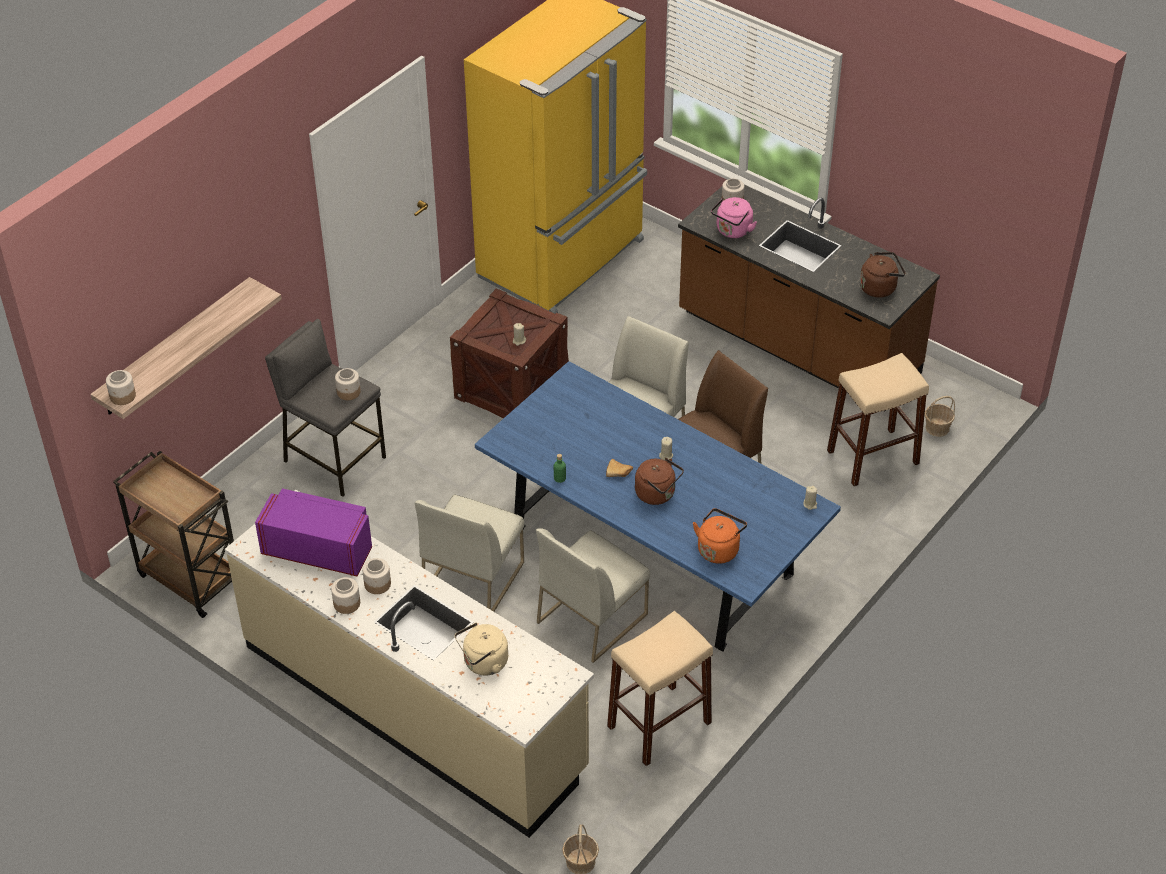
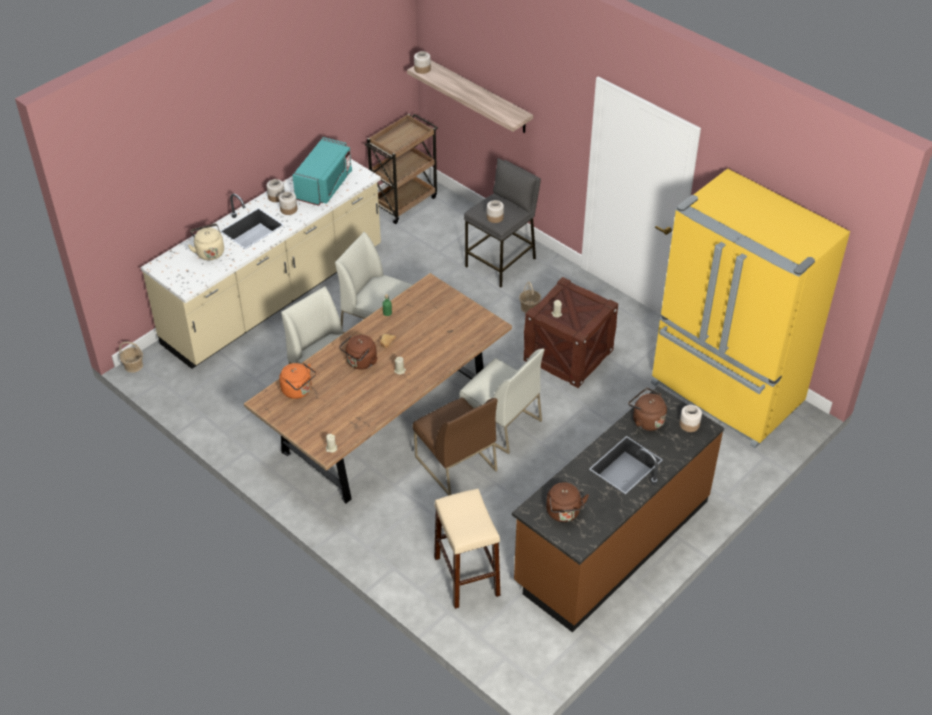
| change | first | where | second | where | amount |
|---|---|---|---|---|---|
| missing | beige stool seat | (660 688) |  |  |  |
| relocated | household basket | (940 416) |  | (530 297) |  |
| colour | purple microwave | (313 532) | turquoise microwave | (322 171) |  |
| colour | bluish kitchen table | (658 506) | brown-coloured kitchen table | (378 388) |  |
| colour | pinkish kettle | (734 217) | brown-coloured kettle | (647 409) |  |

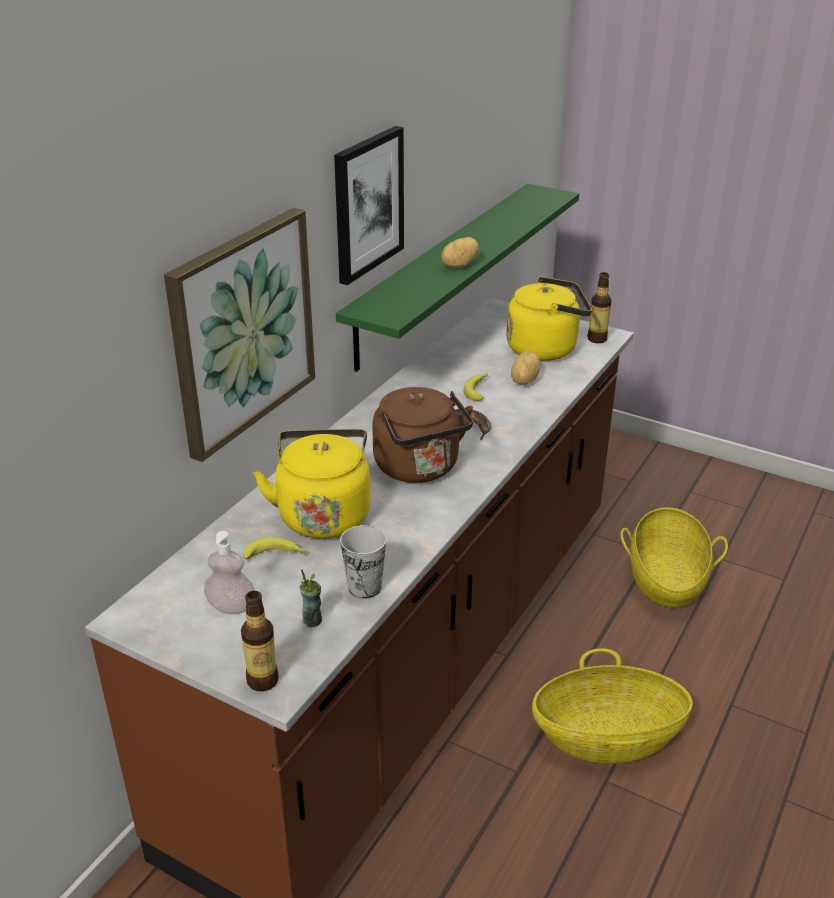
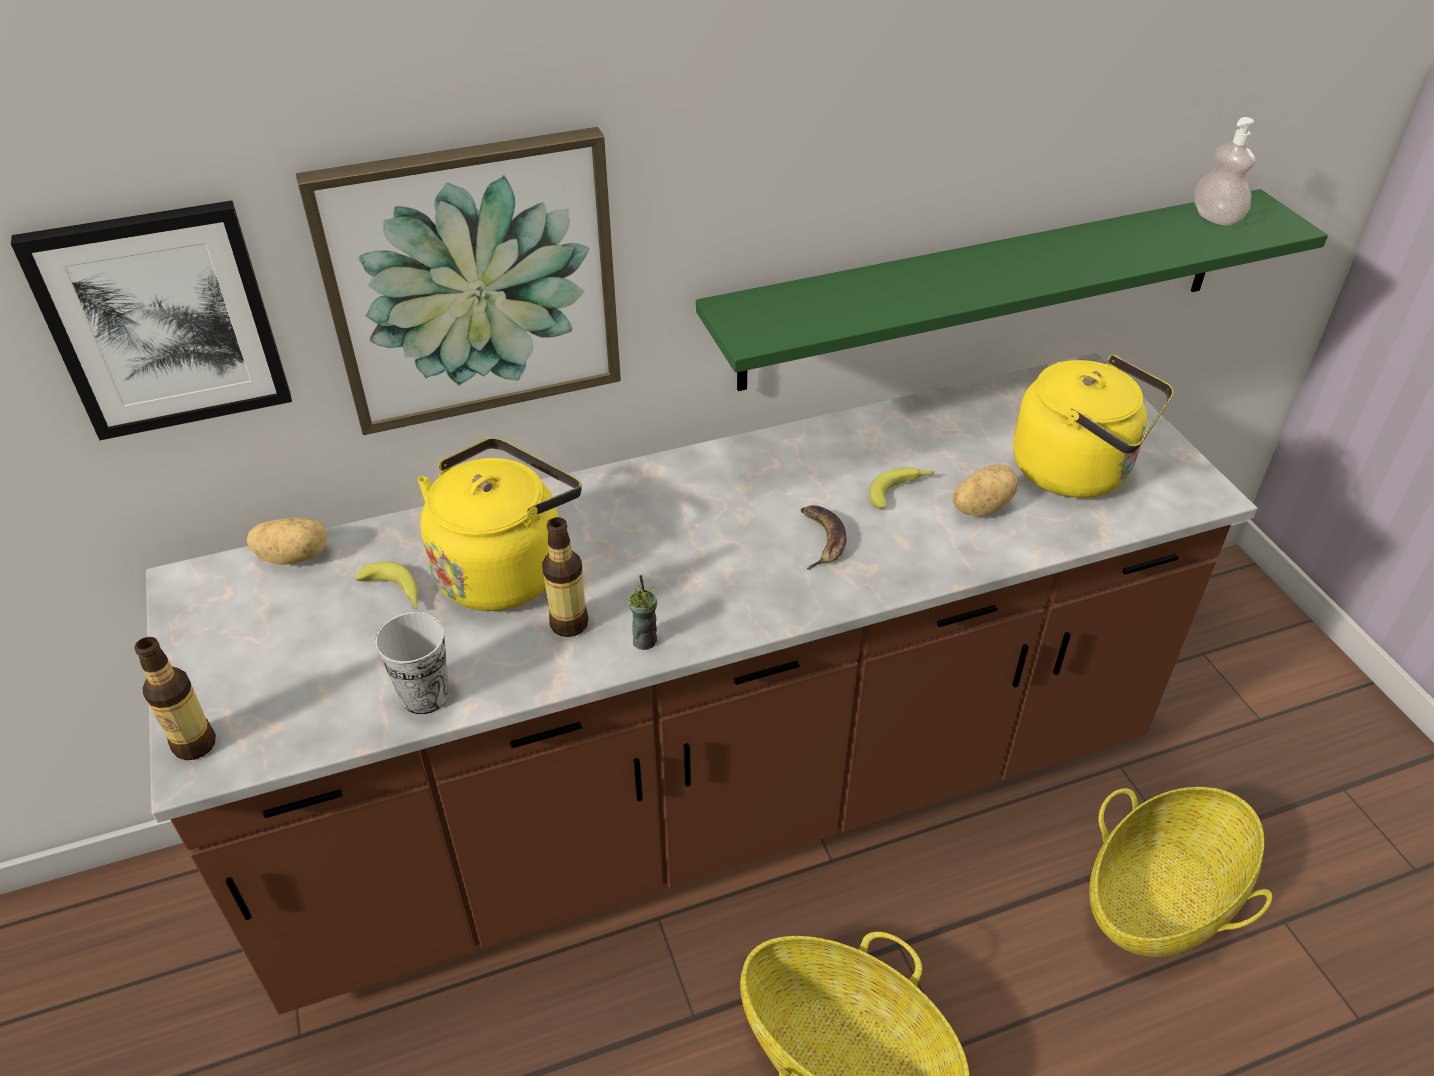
| change | first | where | second | where | amount |
|---|---|---|---|---|---|
| missing | brown-coloured kettle | (422 435) |  |  |  |
| relocated | soap bottle | (229 572) |  | (1225 171) |  |
| relocated | drinking cup | (311 598) |  | (642 612) |  |
| relocated | picture | (369 205) |  | (151 320) |  |
| relocated | spud | (460 252) |  | (287 541) |  |
| relocated | bottle | (599 307) |  | (565 577) |  |

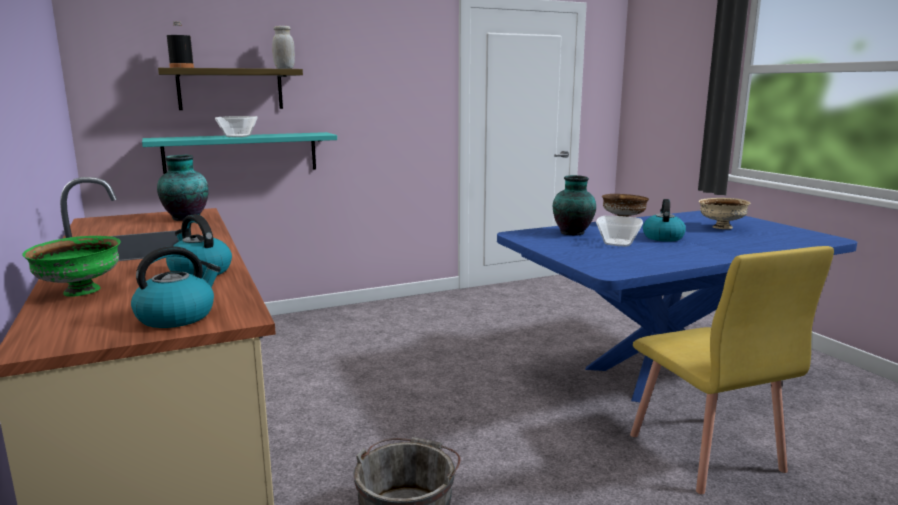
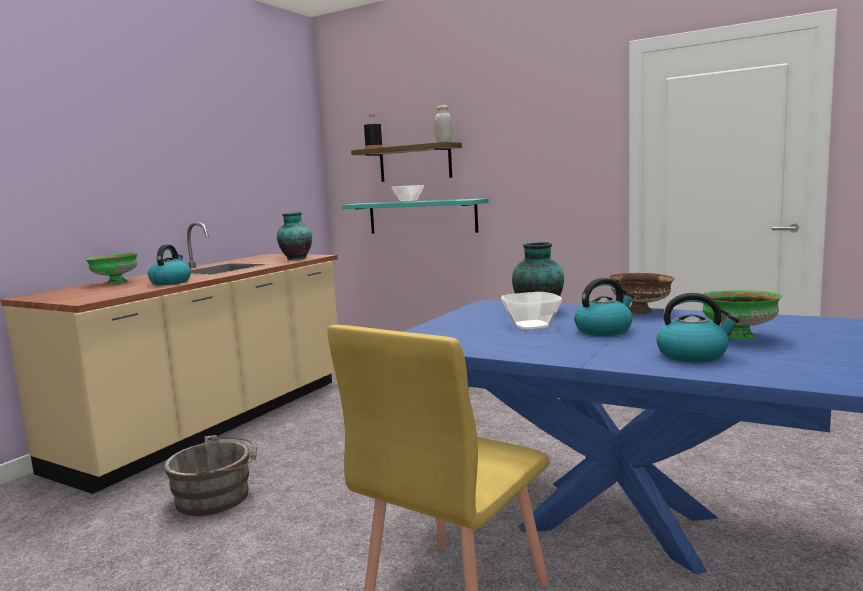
| change | first | where | second | where | amount |
|---|---|---|---|---|---|
| relocated | kettle | (176 287) |  | (698 328) |  |
| colour | beige serving bowl | (724 213) | green serving bowl | (742 315) |  |

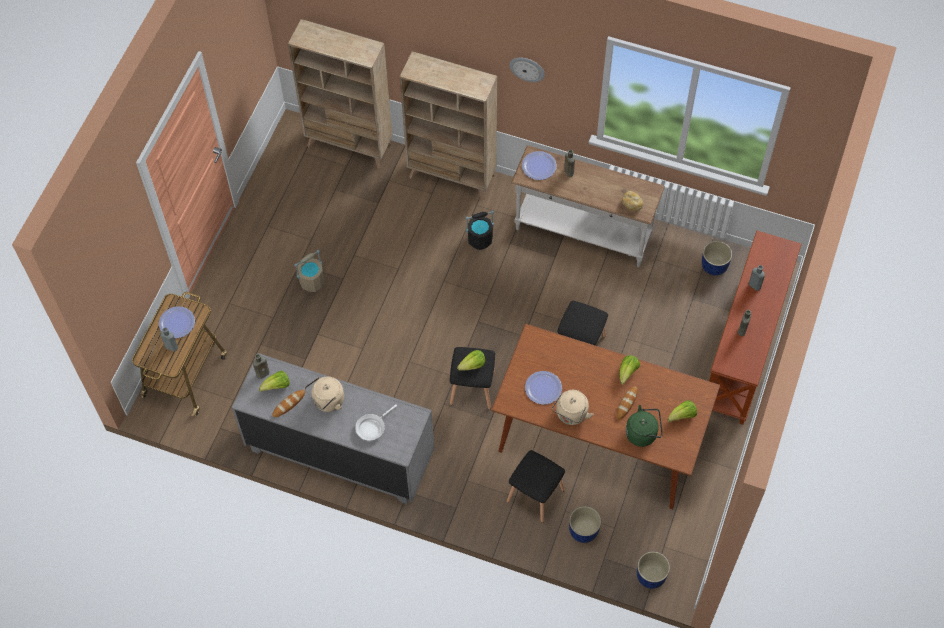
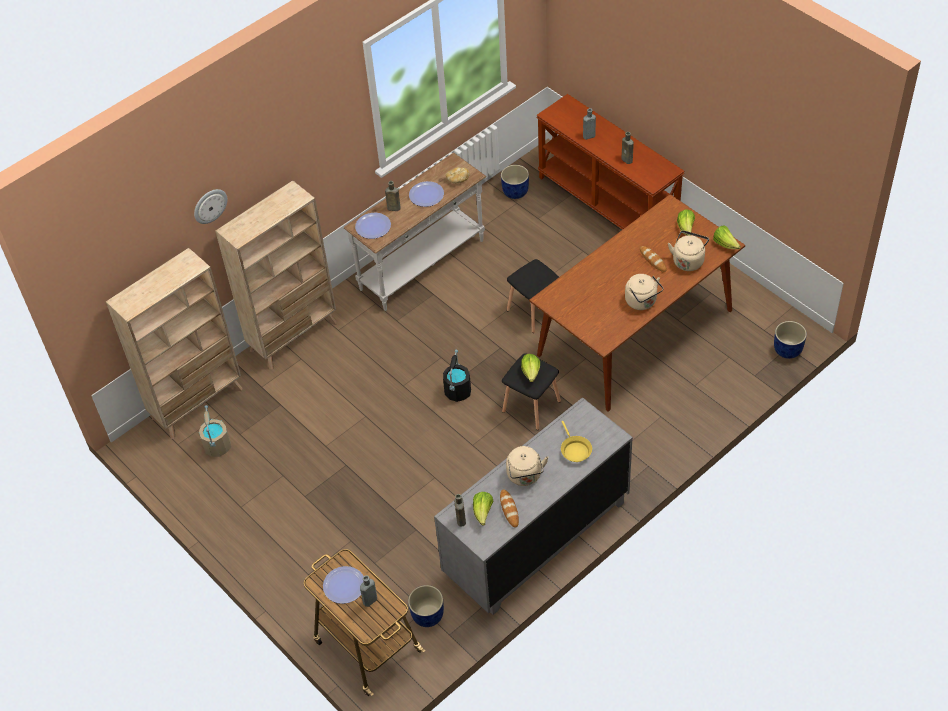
| change | first | where | second | where | amount |
|---|---|---|---|---|---|
| missing | black stool seat | (536 486) |  |  |  |
| relocated | beige water bucket | (309 271) |  | (215 431) |  |
| relocated | black water bucket | (479 230) |  | (457 376) |  |
| relocated | hanging clock | (527 70) |  | (210 206) |  |
| relocated | plate | (543 388) |  | (426 194) |  |
| relocated | bluish flower pot | (585 524) |  | (426 606) |  |
| relocated | head of lettuce | (629 370) |  | (727 237) |  |
| colour | white pan | (376 422) | yellow-coloured pan | (576 441) |  |
| colour | green kettle | (644 426) | beige kettle | (688 250) |  |

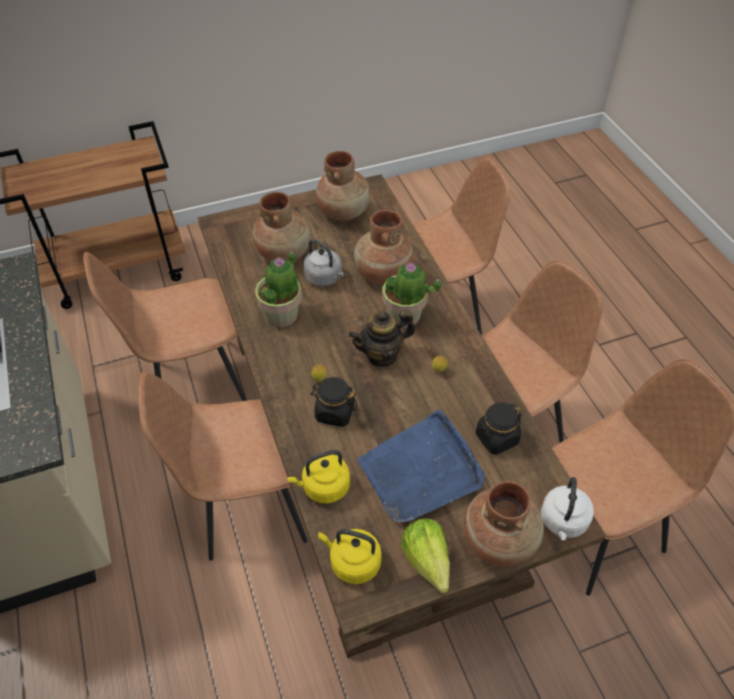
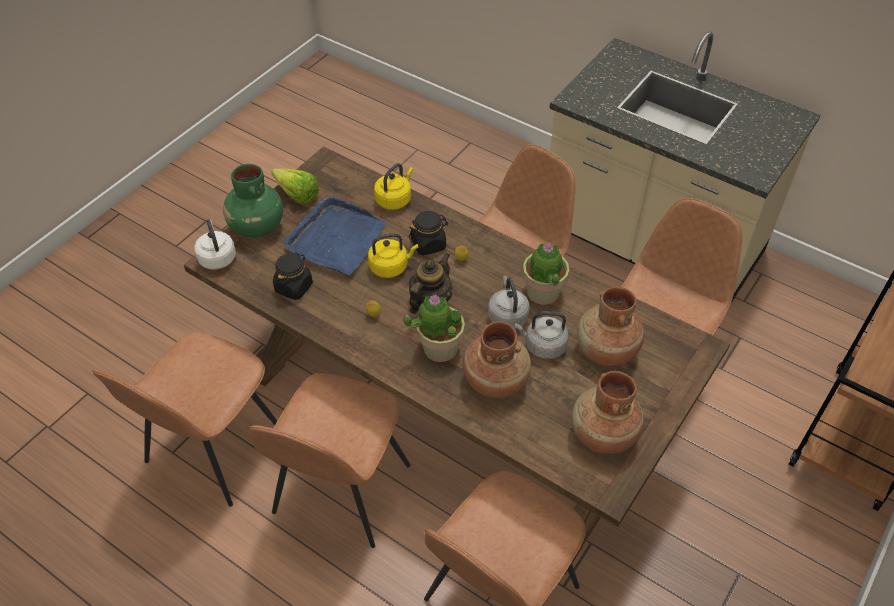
| change | first | where | second | where | amount |
|---|---|---|---|---|---|
| appeared |  |  | gray kettle | (509 302) |  |
| relocated | yellow-coloured kettle | (350 556) |  | (393 255) |  |
| colour | brown-coloured decorative vase | (504 523) | green decorative vase | (253 201) |  |

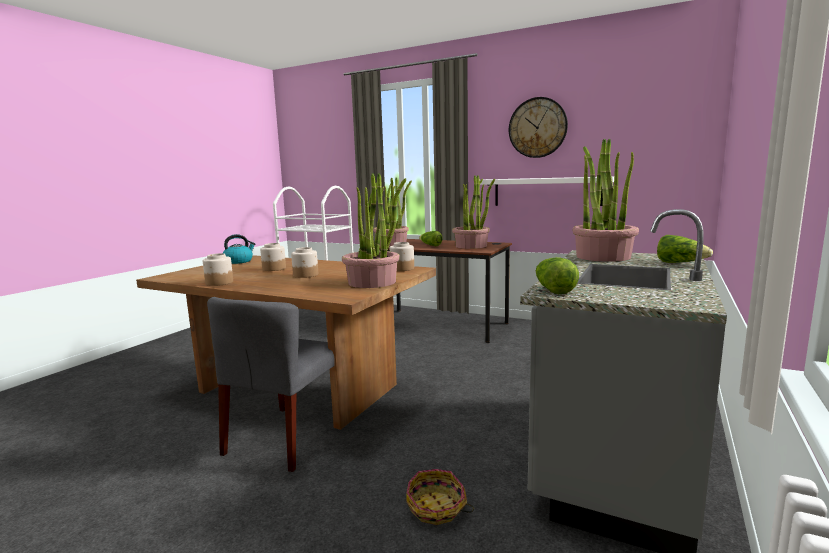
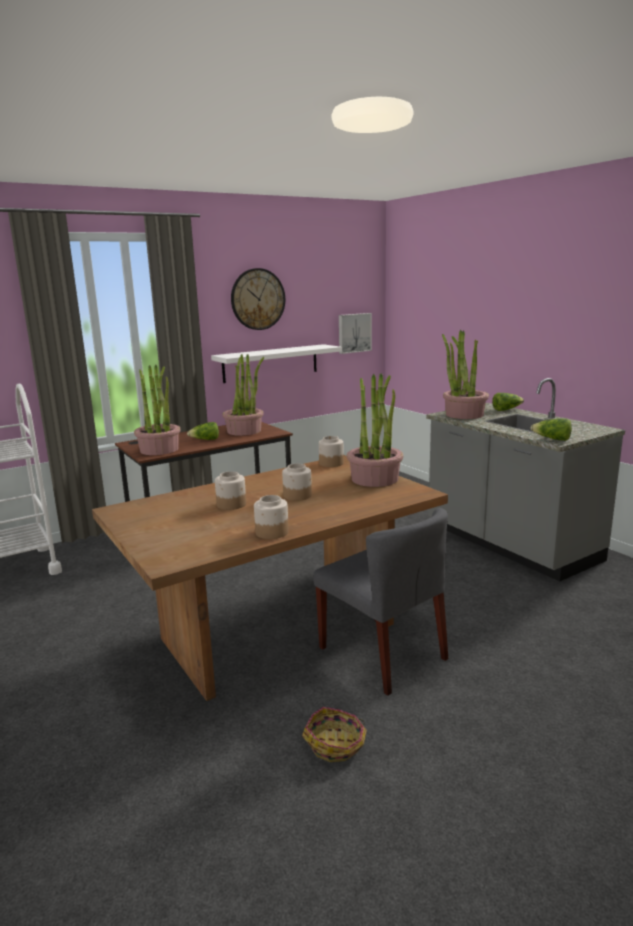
| change | first | where | second | where | amount |
|---|---|---|---|---|---|
| missing | kettle | (239 249) |  |  |  |
| appeared |  |  | picture | (355 333) |  |
| relocated | household basket | (440 497) |  | (334 734) |  |

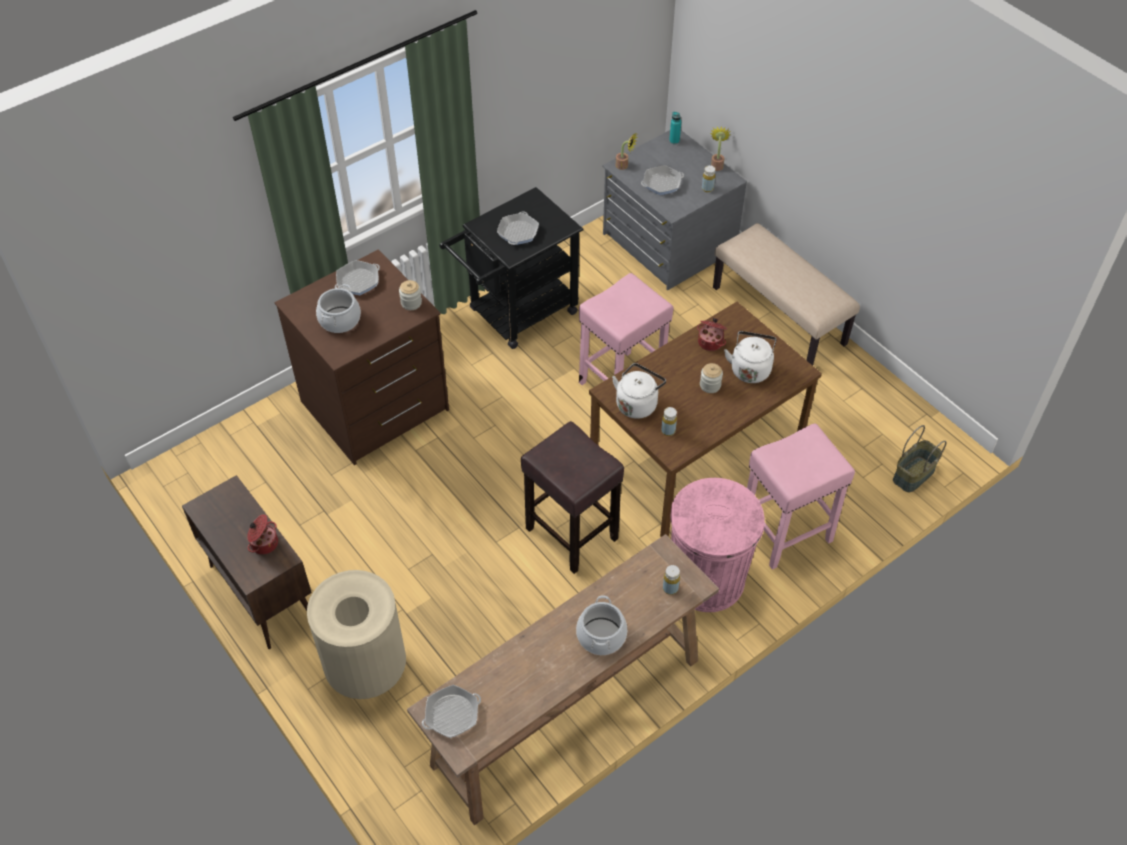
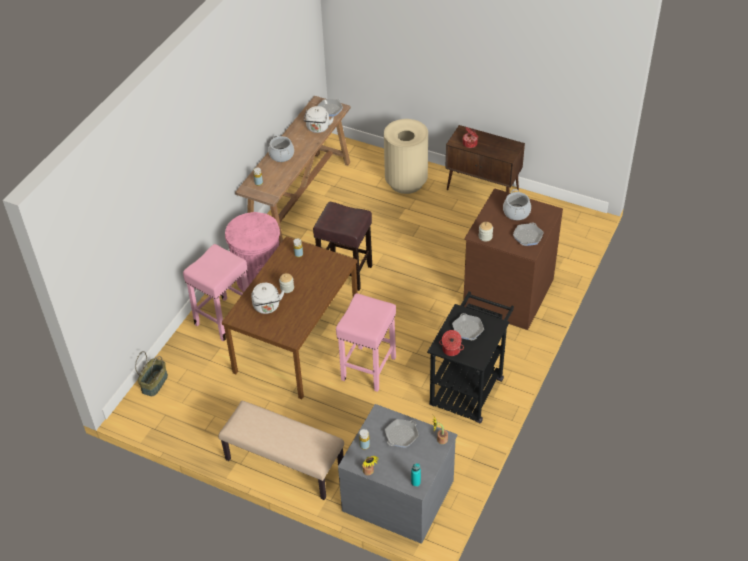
| change | first | where | second | where | amount |
|---|---|---|---|---|---|
| relocated | white kettle | (639 391) |  | (319 119) |  |
| relocated | saucepot | (712 334) |  | (451 343) |  |

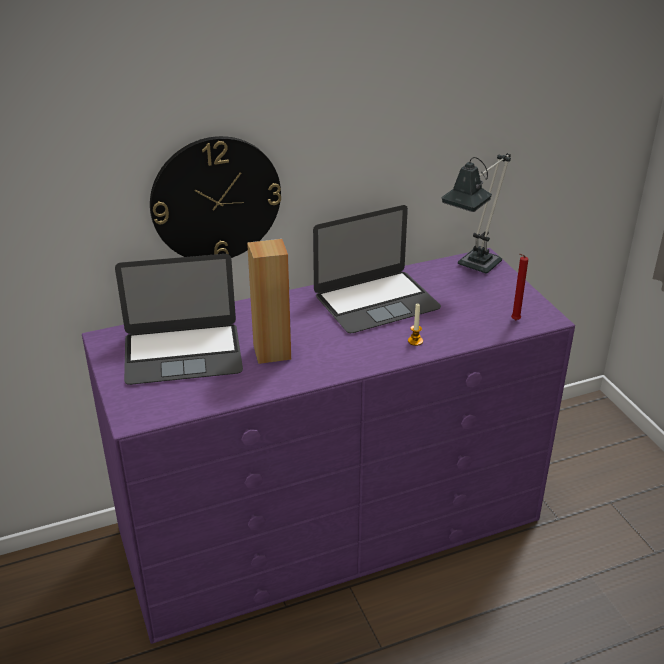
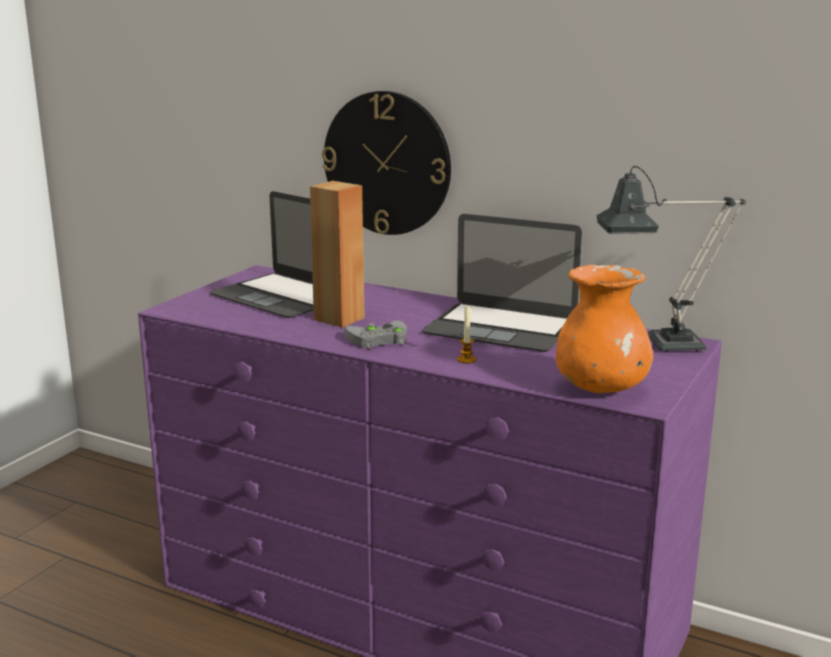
| change | first | where | second | where | amount |
|---|---|---|---|---|---|
| appeared |  |  | gray game controller | (375 334) |  |
| exchanged | red candle | (519 287) | orangey decorative vase | (604 329) |  |

